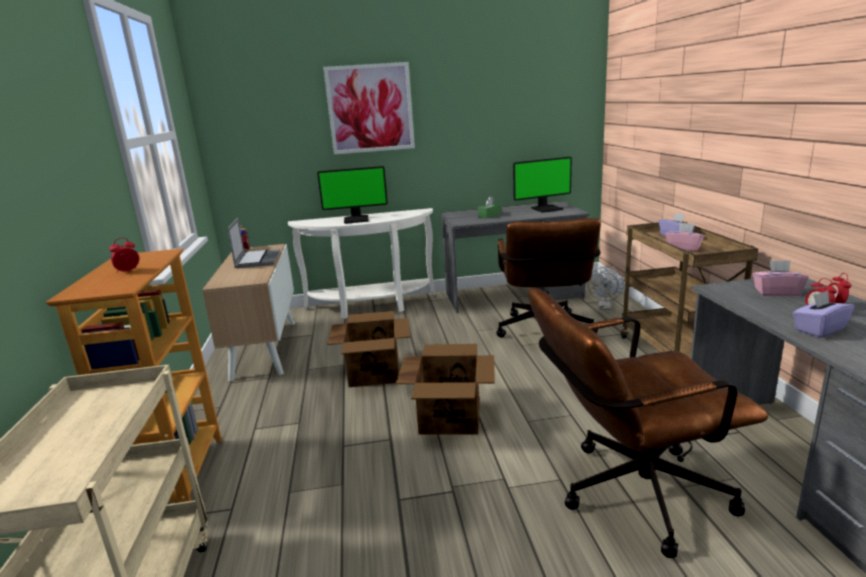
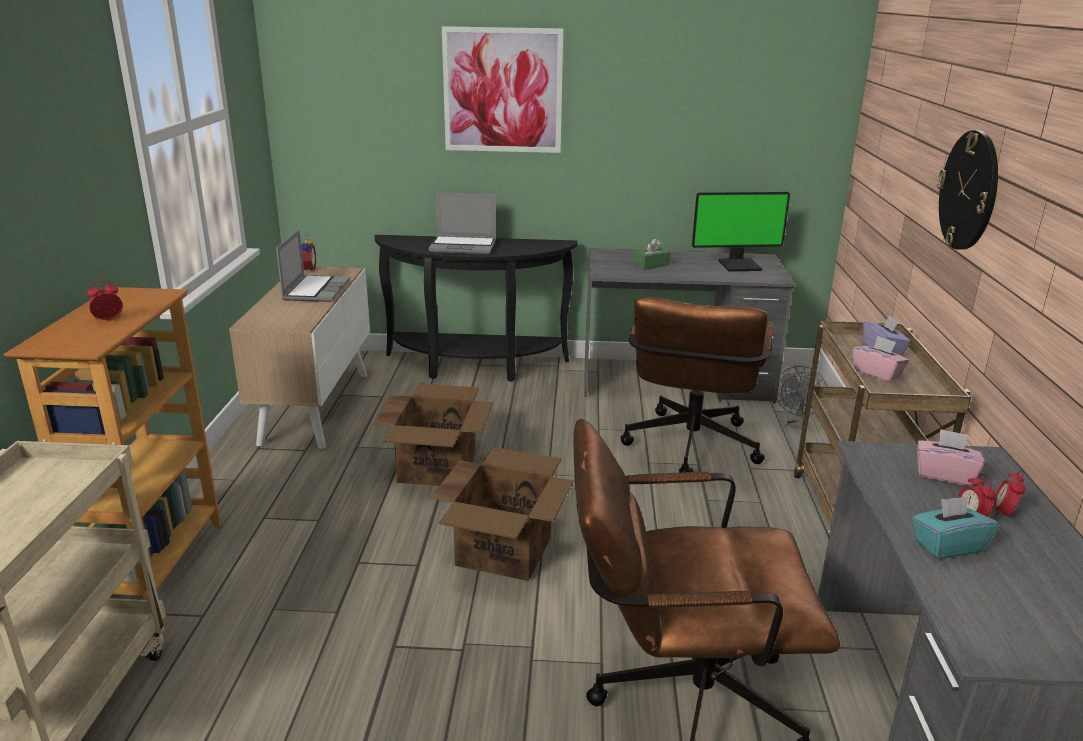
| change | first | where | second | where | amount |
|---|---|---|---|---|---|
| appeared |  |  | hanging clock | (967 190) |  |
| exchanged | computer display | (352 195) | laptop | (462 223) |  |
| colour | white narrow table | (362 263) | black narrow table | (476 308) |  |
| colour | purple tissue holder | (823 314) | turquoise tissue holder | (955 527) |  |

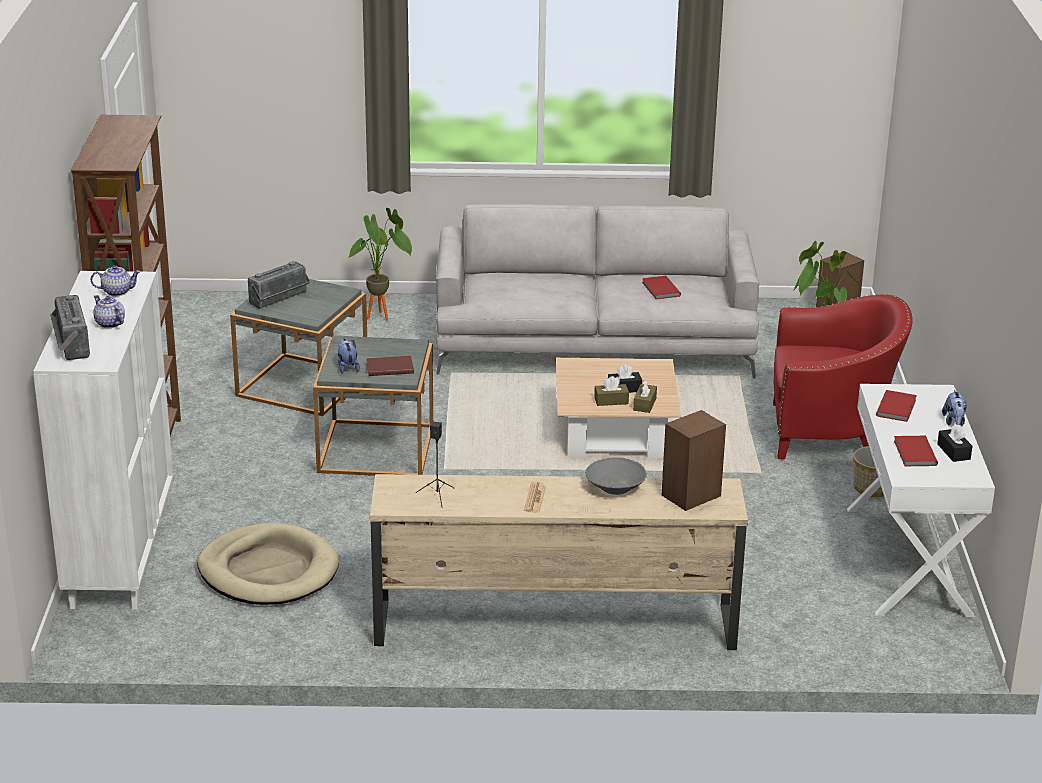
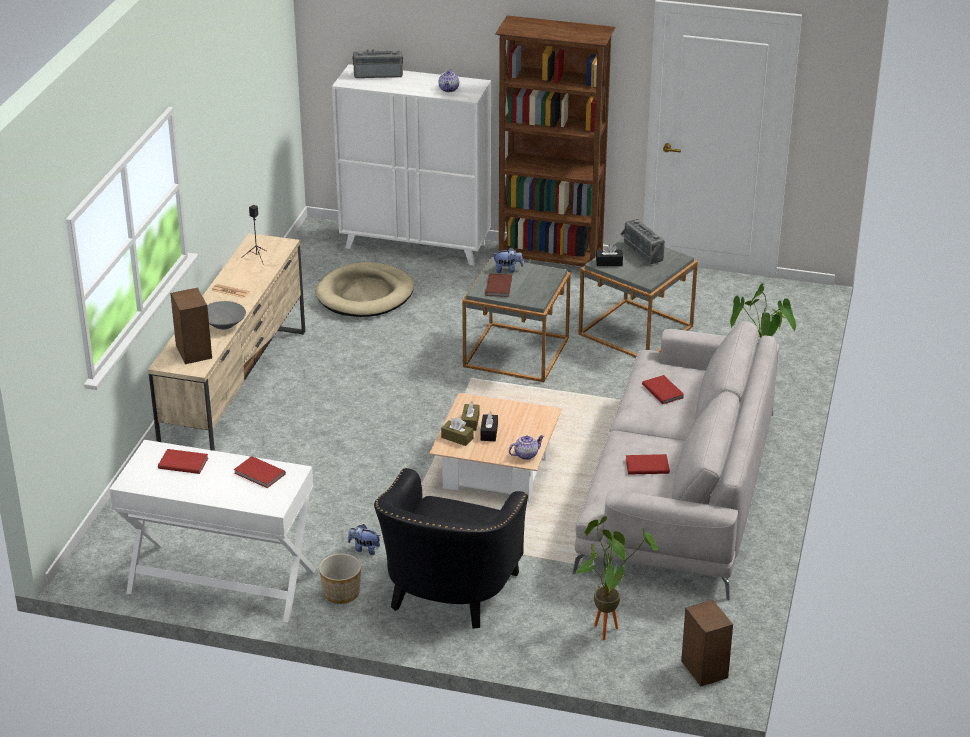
| change | first | where | second | where | amount |
|---|---|---|---|---|---|
| appeared |  |  | red book | (663 389) |  |
| relocated | tea pot | (109 311) |  | (526 447) |  |
| relocated | black tissue holder | (954 443) |  | (609 255) |  |
| relocated | plush toy | (954 408) |  | (364 539) |  |
| colour | red armchair | (843 377) | black armchair | (451 548) |  |

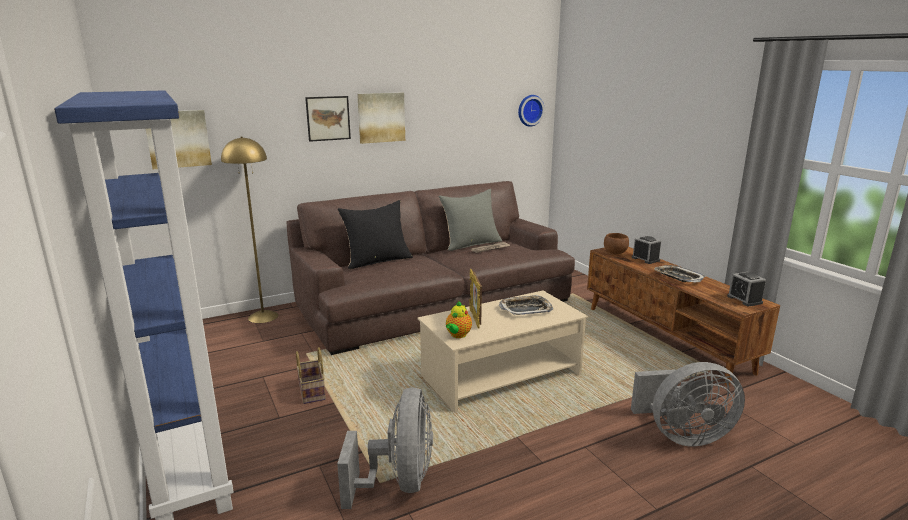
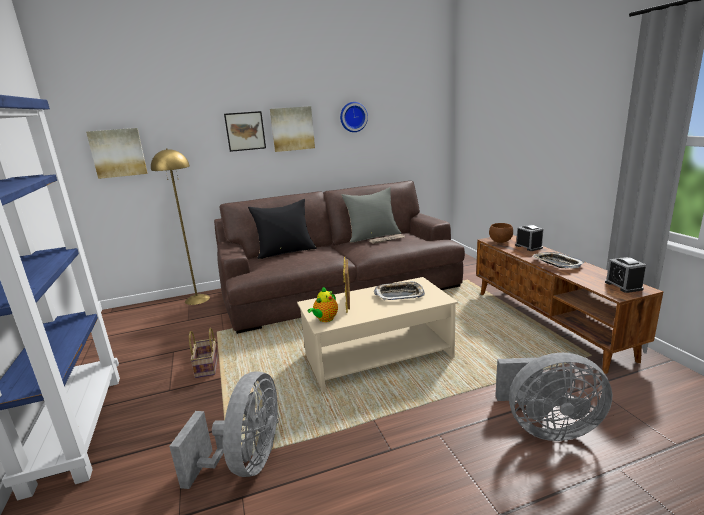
| change | first | where | second | where | amount |
|---|---|---|---|---|---|
| relocated | hanging clock | (531 111) |  | (354 117) |  |

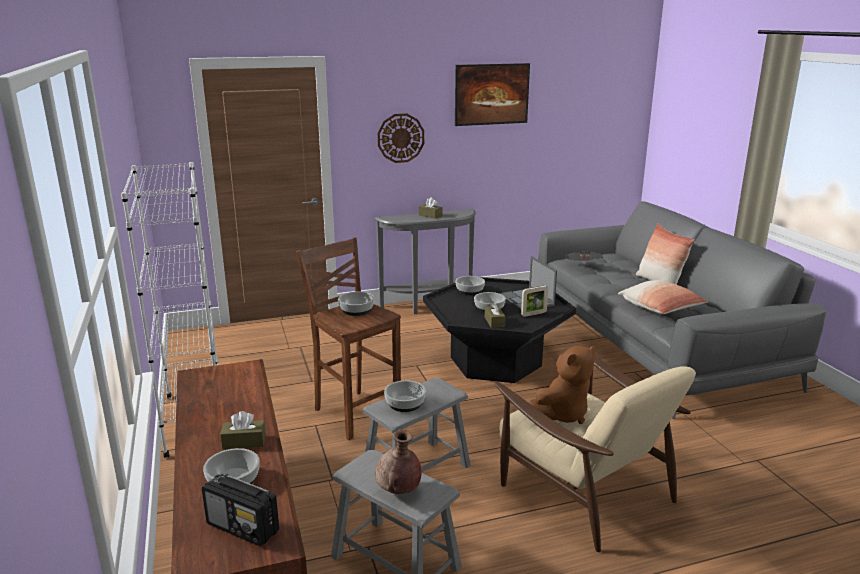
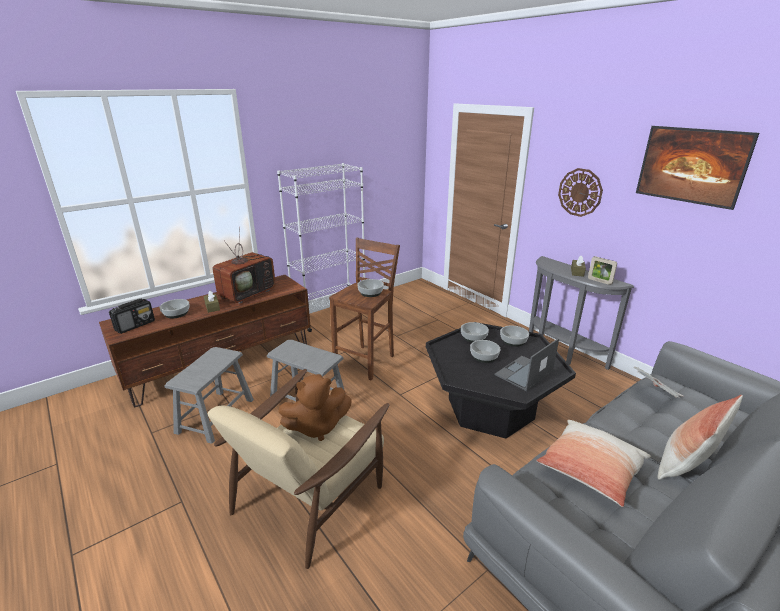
| change | first | where | second | where | amount |
|---|---|---|---|---|---|
| missing | brown-coloured decorative vase | (398 462) |  |  |  |
| missing | brown-coloured tissue holder | (495 314) |  |  |  |
| appeared |  |  | TV set | (244 267) |  |
| relocated | serving bowl | (405 396) |  | (475 332) |  |
| relocated | standing frame | (534 301) |  | (602 270) |  |
| spun | radio set | (240 510) |  | (132 316) | 150 degrees counterclockwise |
| spun | brown-coloured plush toy | (563 384) |  | (315 407) | 45 degrees counterclockwise |

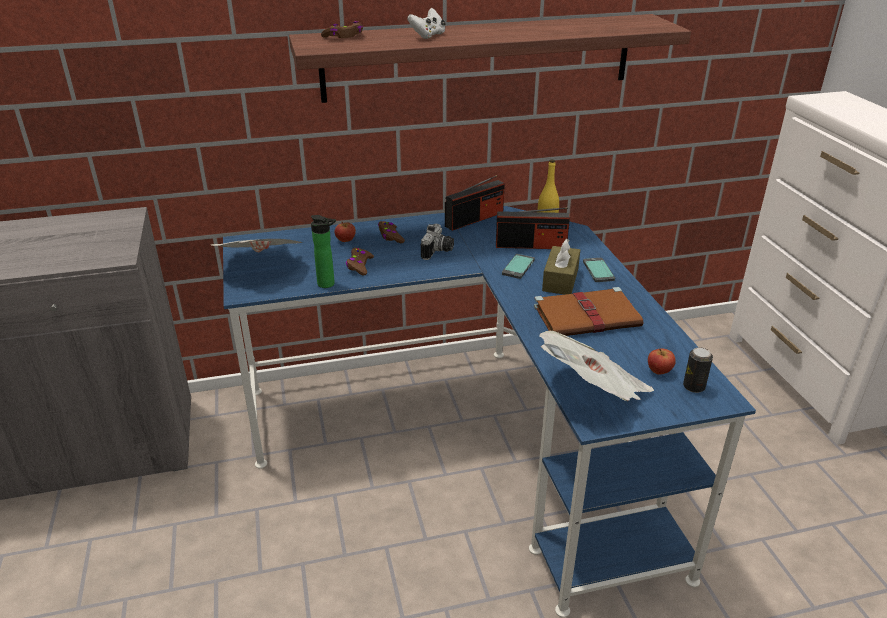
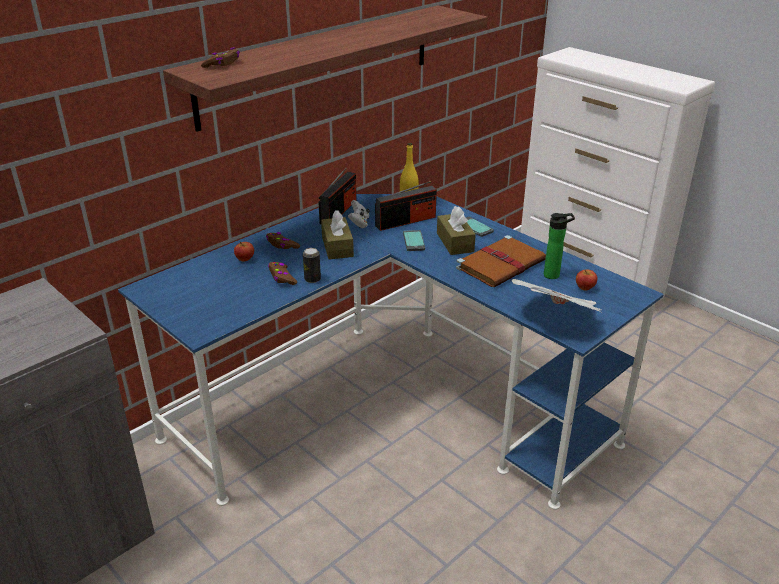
| change | first | where | second | where | amount |
|---|---|---|---|---|---|
| missing | daily paper | (257 245) |  |  |  |
| relocated | bottle | (323 251) |  | (559 246) |  |
| relocated | white game controller | (426 23) |  | (359 214) |  |
| relocated | metal can | (698 370) |  | (312 265) |  |
| exchanged | still camera | (437 242) | brown-coloured tissue holder | (337 235) |  |

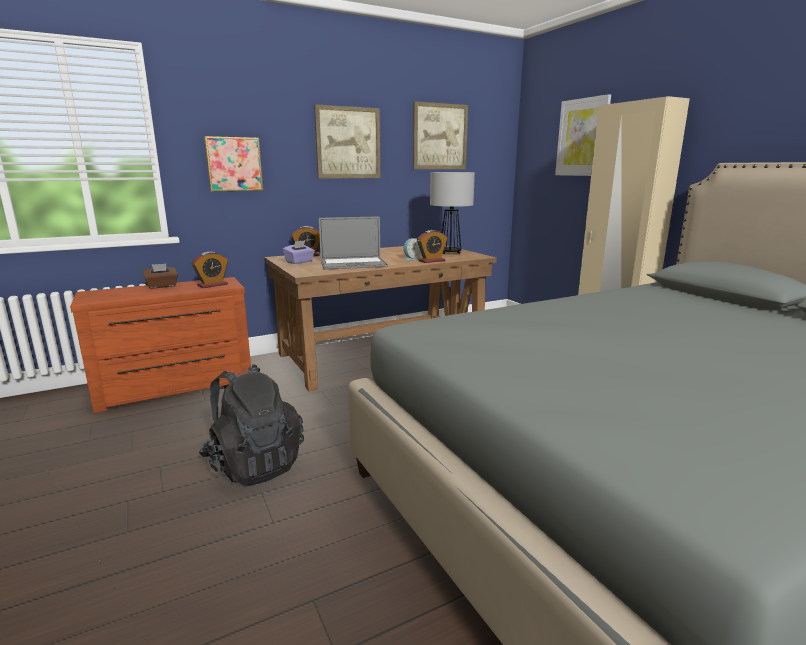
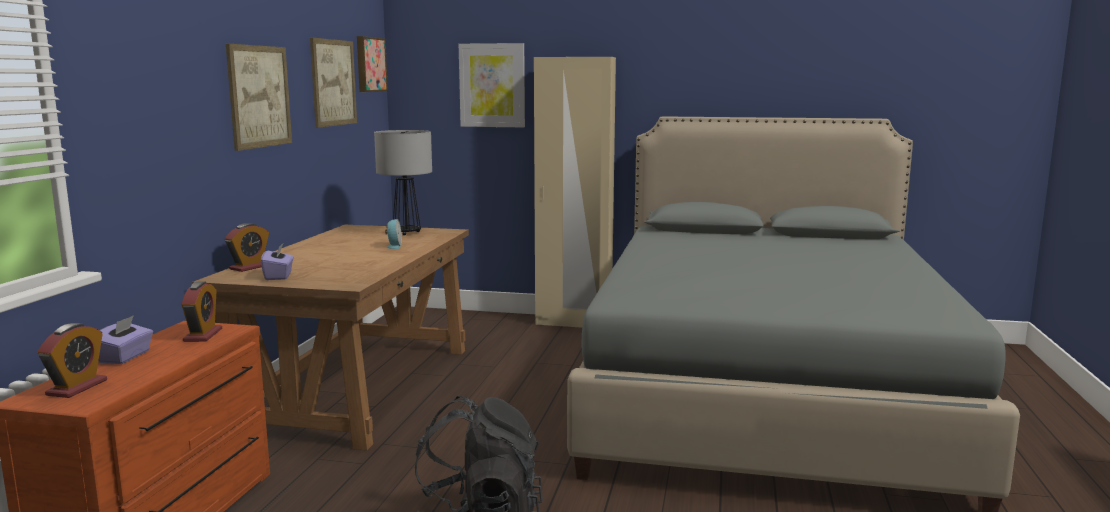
| change | first | where | second | where | amount |
|---|---|---|---|---|---|
| missing | laptop | (353 243) |  |  |  |
| relocated | picture | (233 164) |  | (372 64) |  |
| relocated | table clock | (432 246) |  | (72 360) |  |
| colour | brown-coloured tissue holder | (160 276) | purple tissue holder | (126 339) |  |

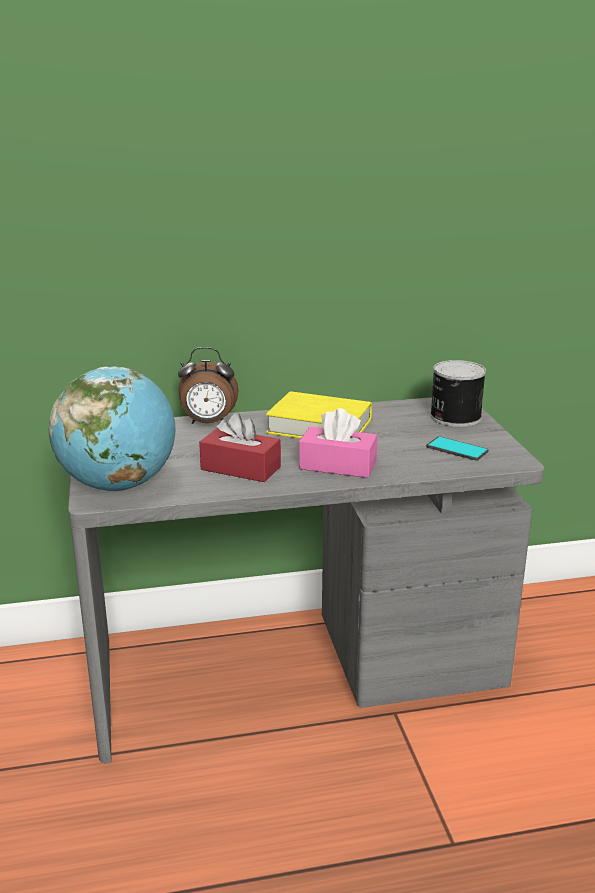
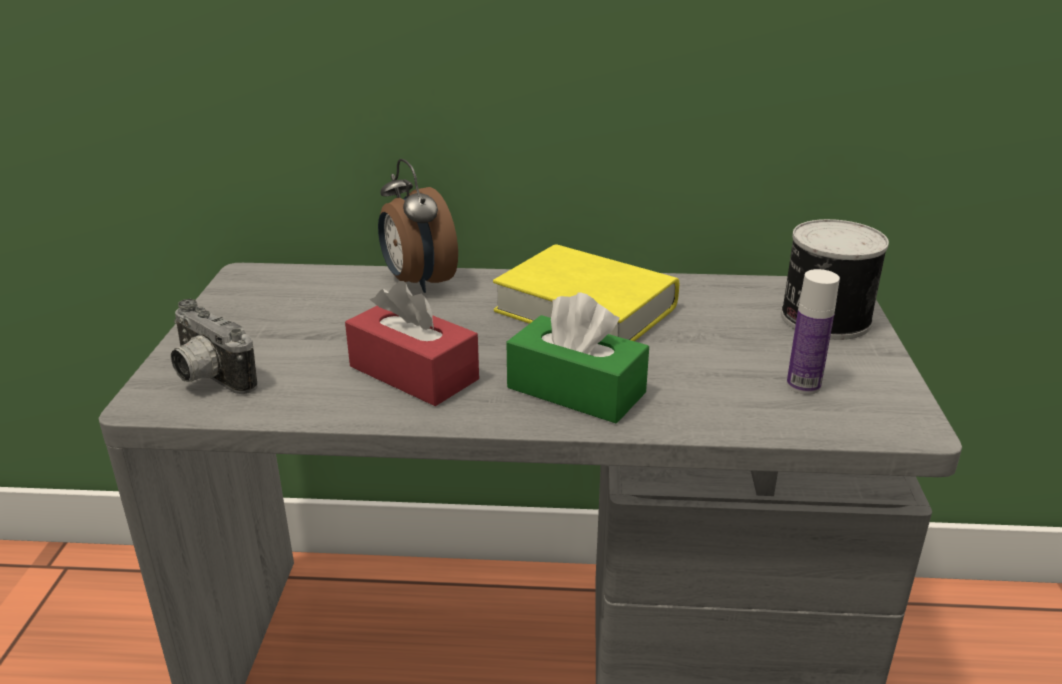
| change | first | where | second | where | amount |
|---|---|---|---|---|---|
| exchanged | globe | (112 429) | still camera | (214 346) |  |
| exchanged | handset | (457 448) | bottle | (813 332) |  |
| colour | pinkish tissue holder | (338 443) | green tissue holder | (578 357) |  |
| spun | table clock | (208 385) |  | (418 226) | 45 degrees clockwise |

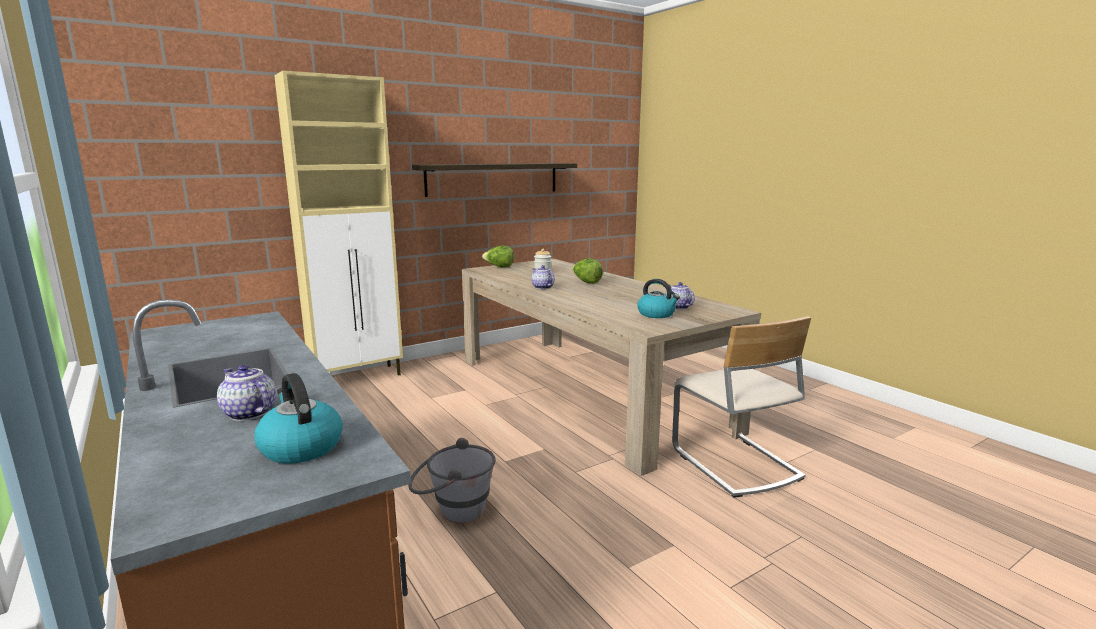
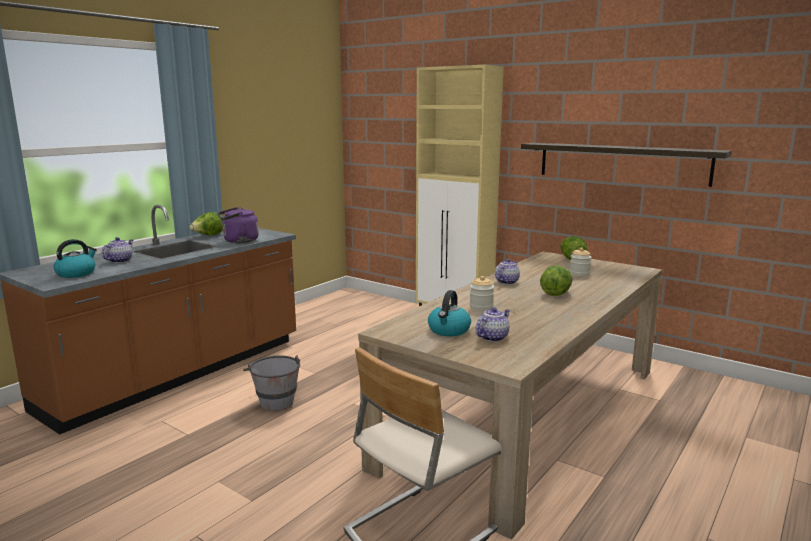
| change | first | where | second | where | amount |
|---|---|---|---|---|---|
| appeared |  |  | head of lettuce | (206 223) |  |
| appeared |  |  | purple kettle | (238 225) |  |
| appeared |  |  | jar | (481 293) |  |

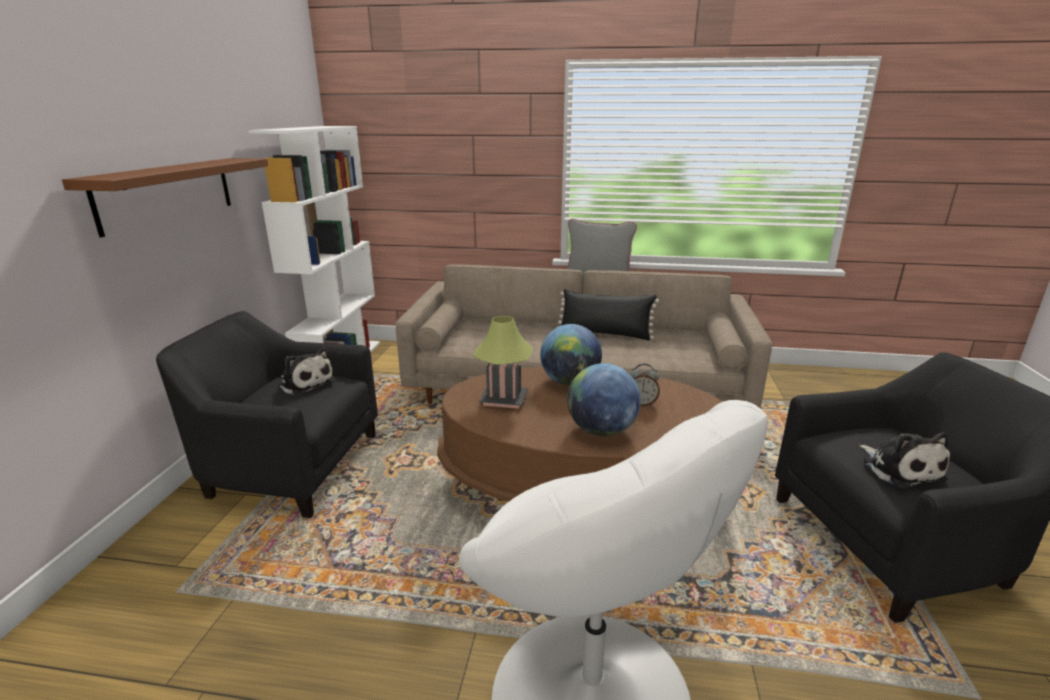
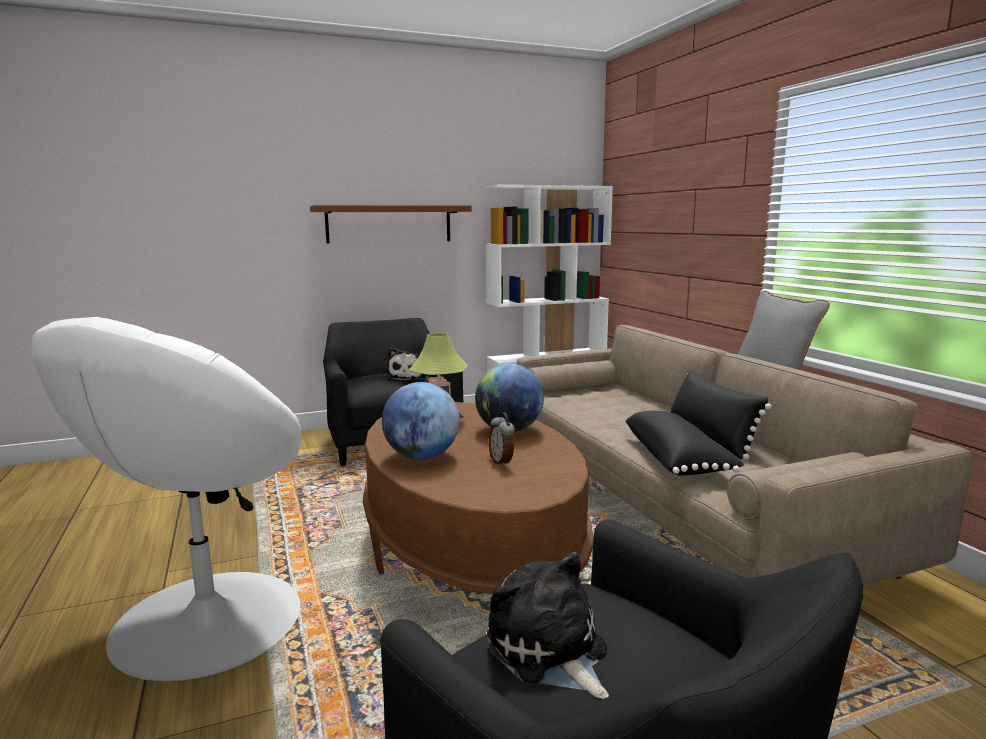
| change | first | where | second | where | amount |
|---|---|---|---|---|---|
| appeared |  |  | black cushion | (684 443) |  |
| spun | plush toy | (904 460) |  | (548 625) | 105 degrees clockwise |

